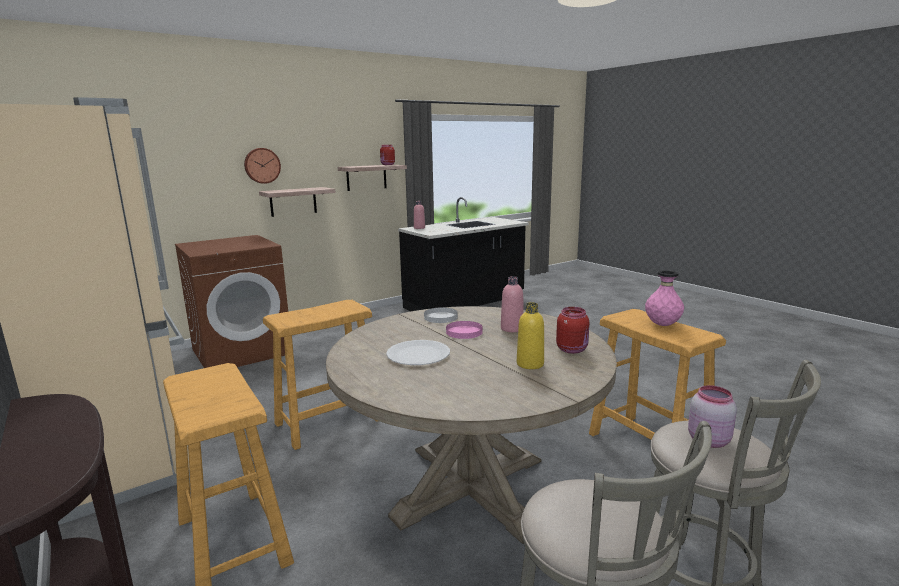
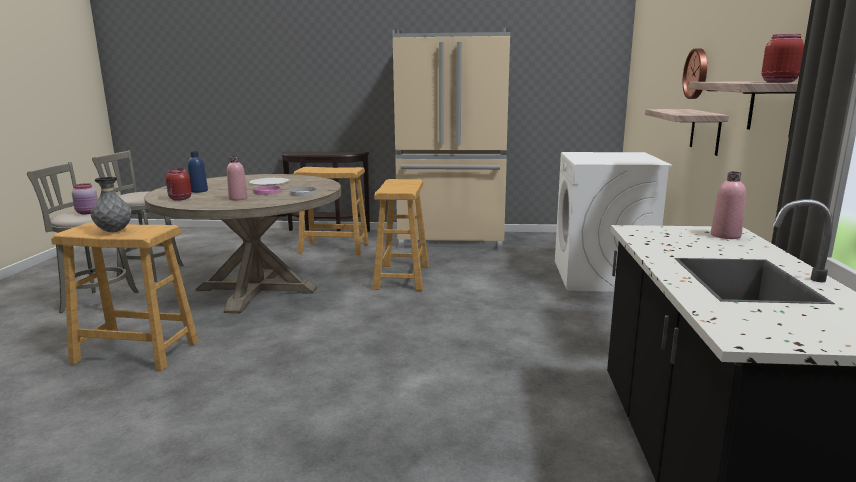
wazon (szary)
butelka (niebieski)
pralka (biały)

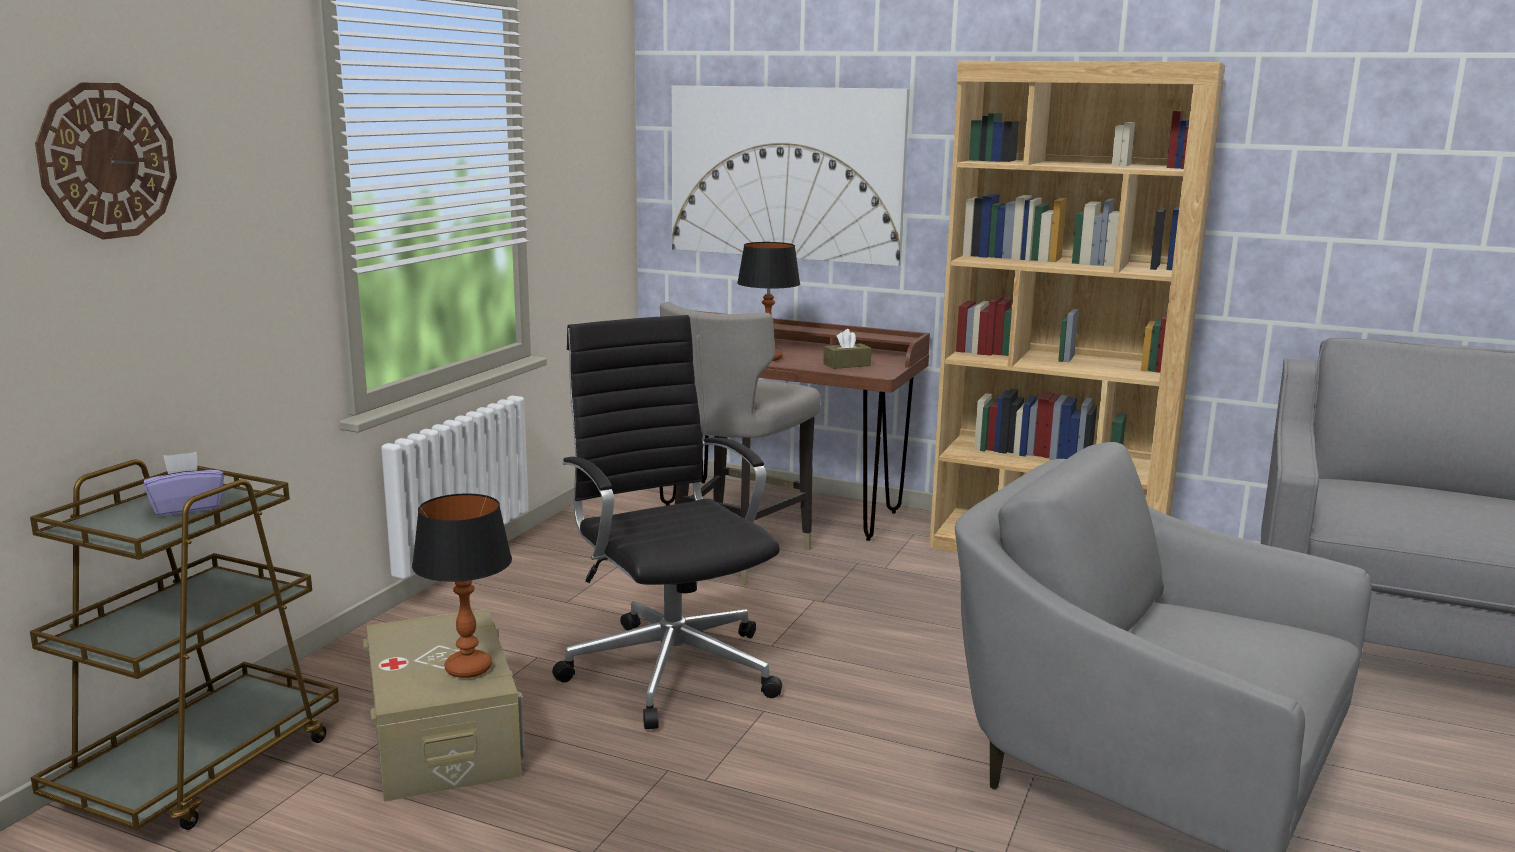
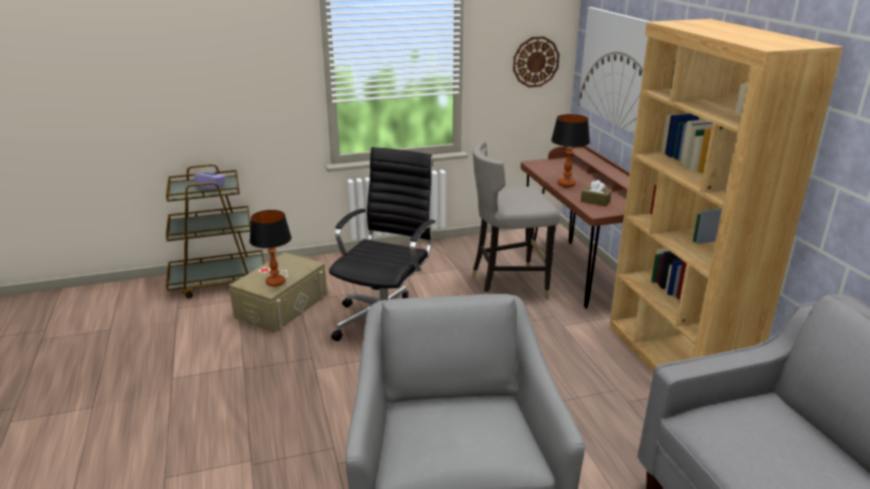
zegar ścienny

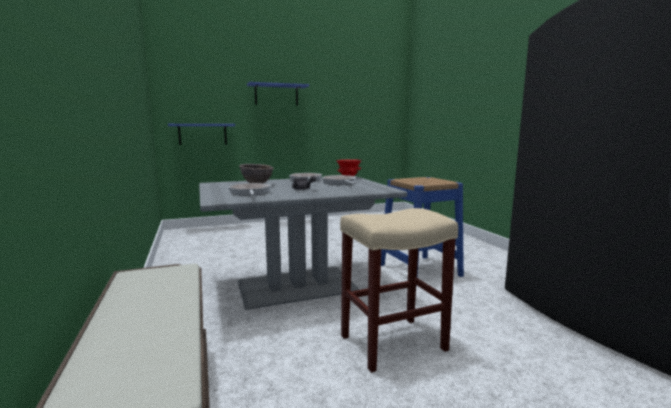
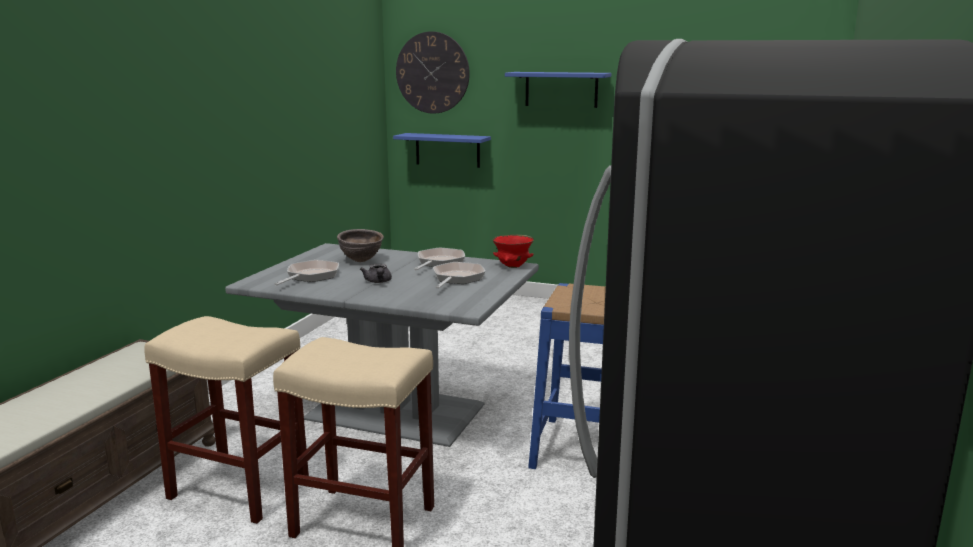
stołek (beżowy) (1st from left)
zegar ścienny

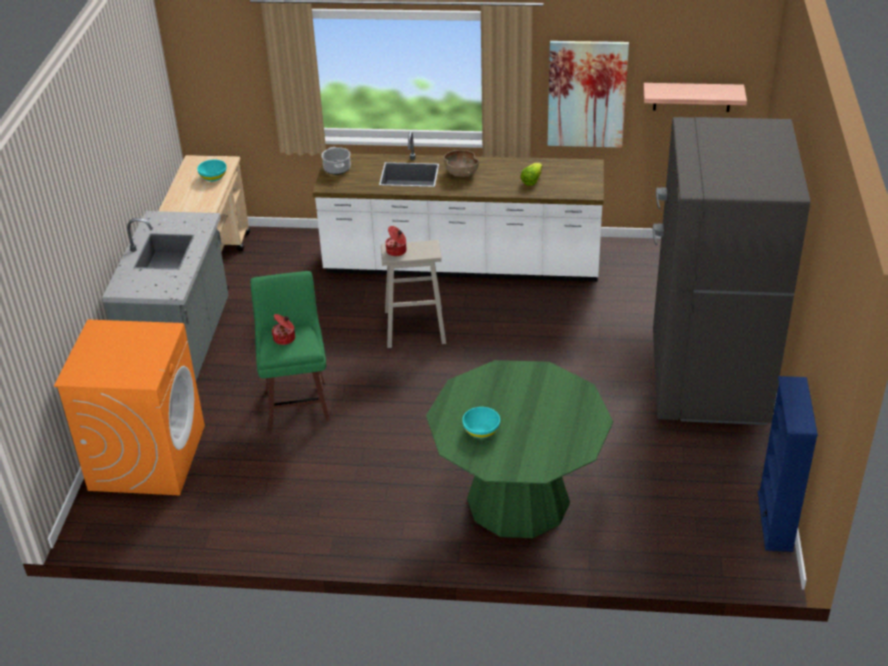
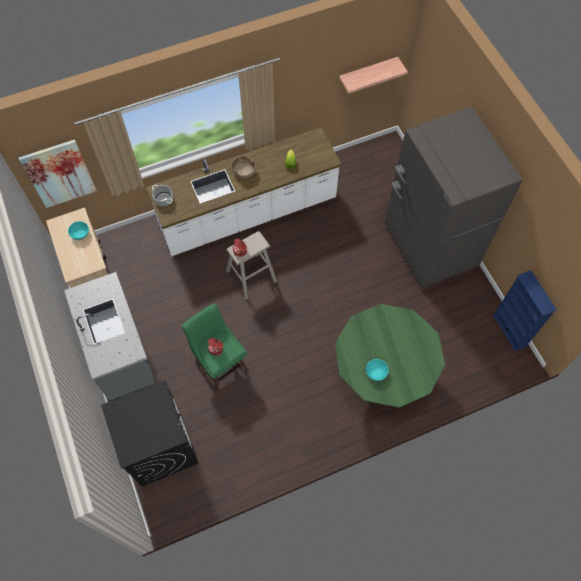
obraz
pralka (czarny)

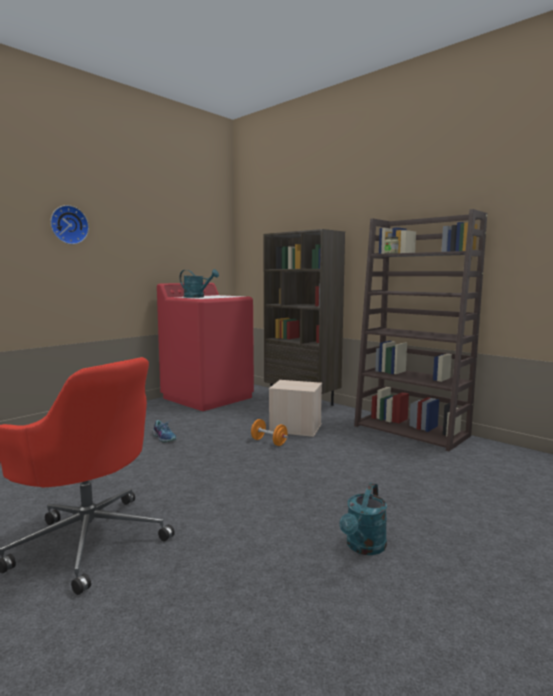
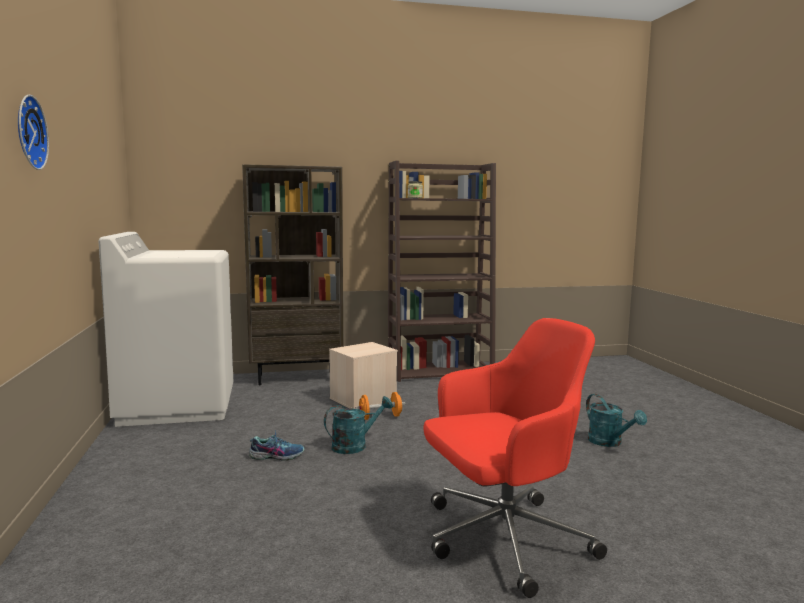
pralka (biały)
konewka (turkusowy) (1st from left)

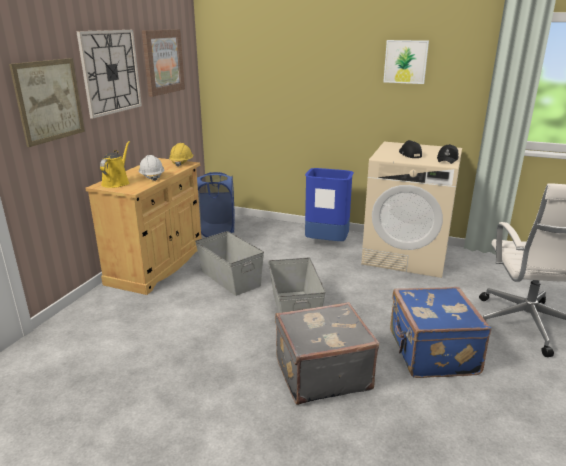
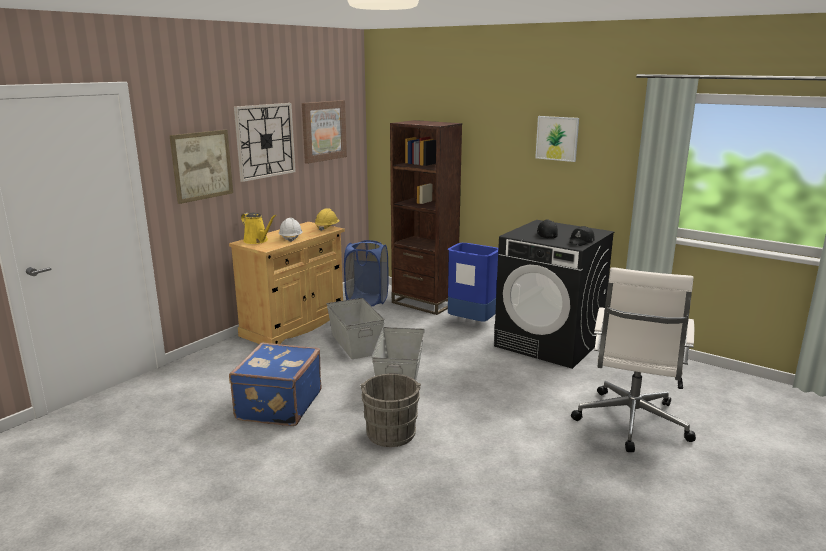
walizka (niebieski)
konewka (żółty)
wiadro (szary)
regał (brązowy)
pralka (czarny)

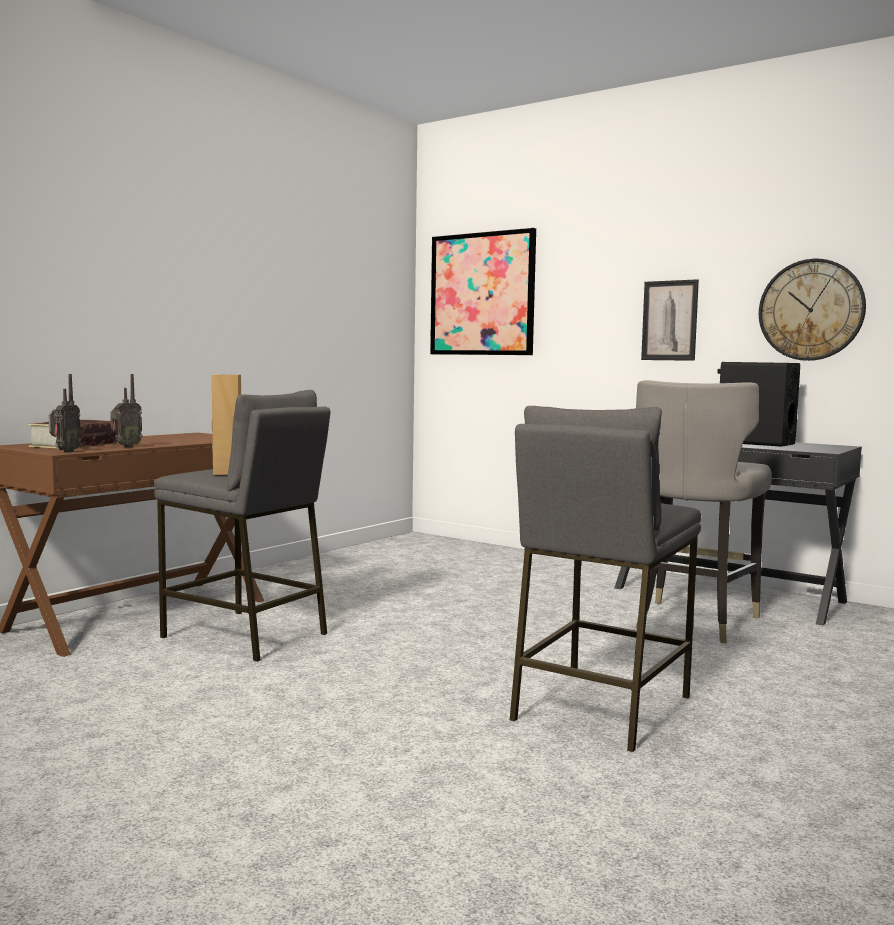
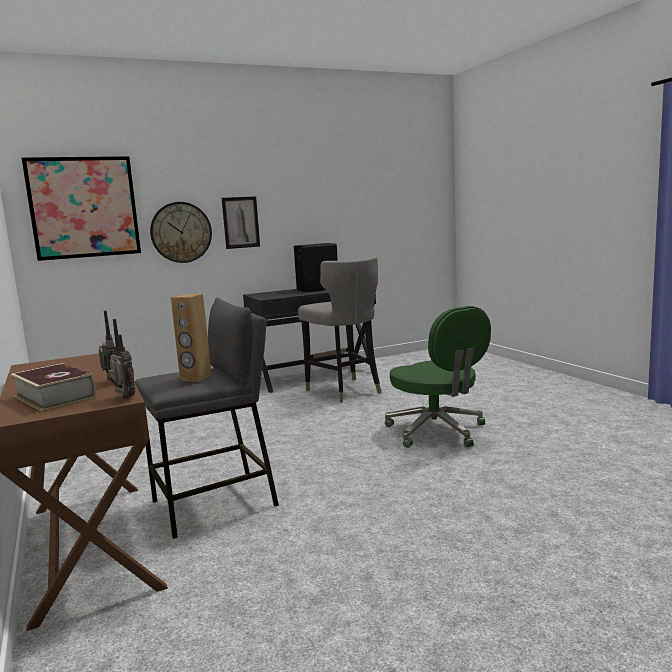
zegar ścienny
krzesło biurowe (zielony)

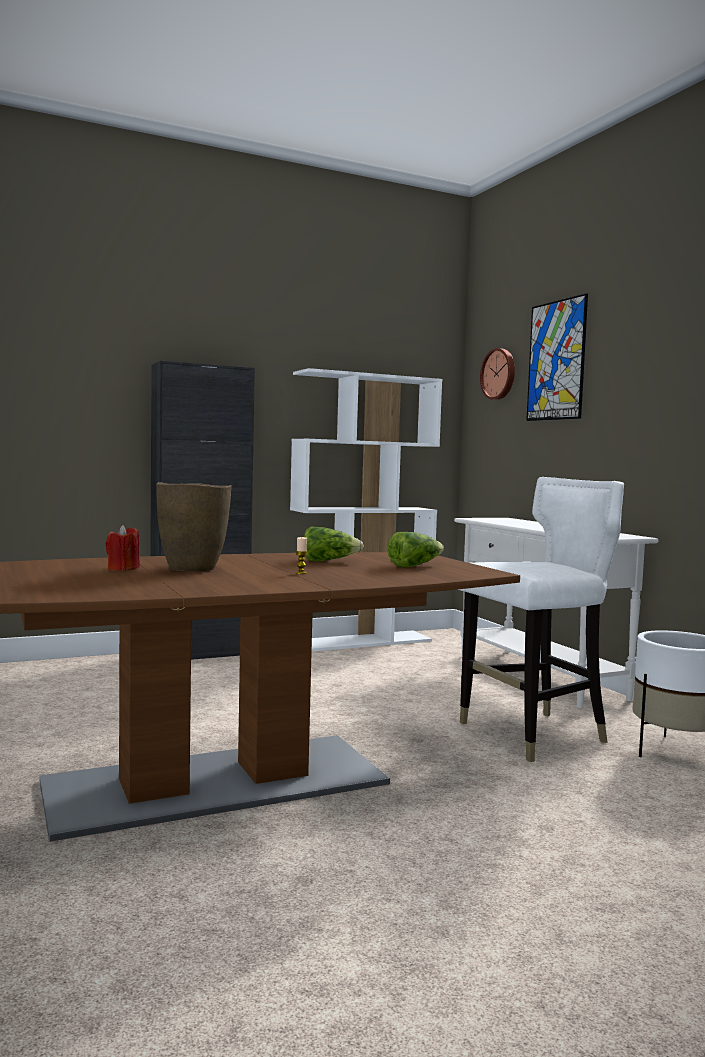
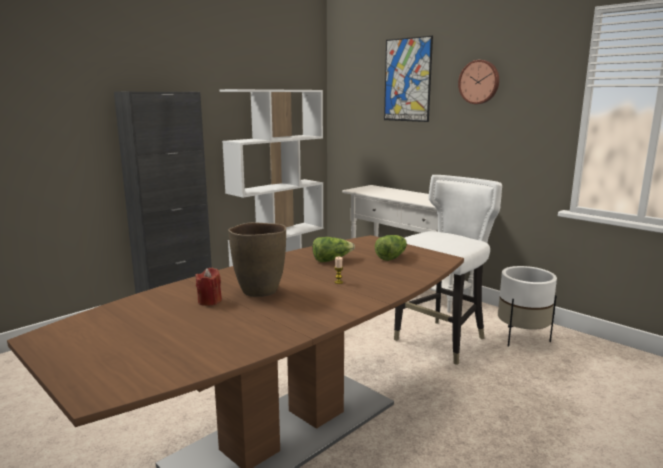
zegar ścienny

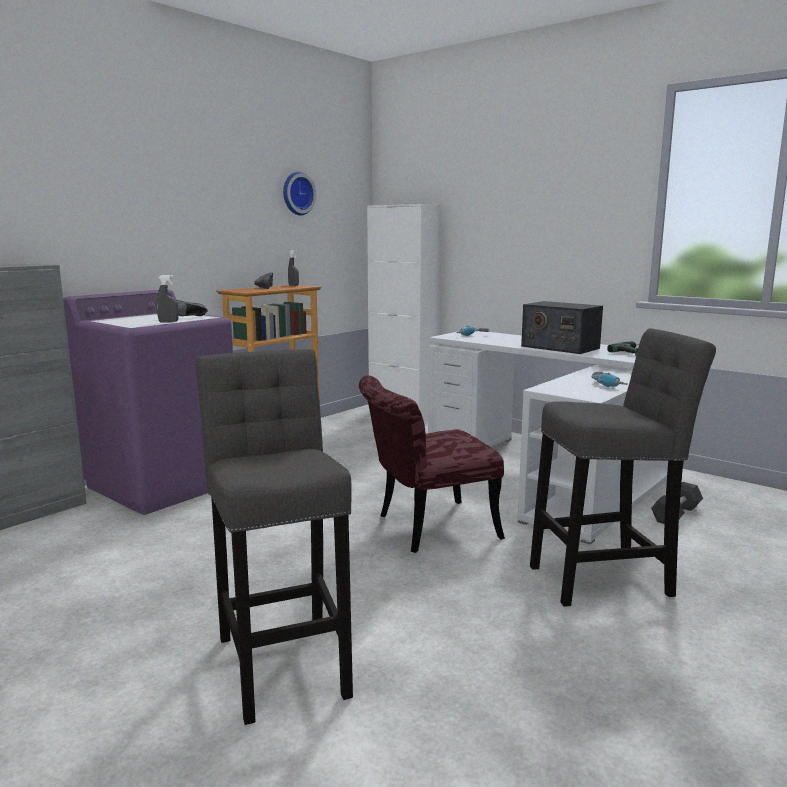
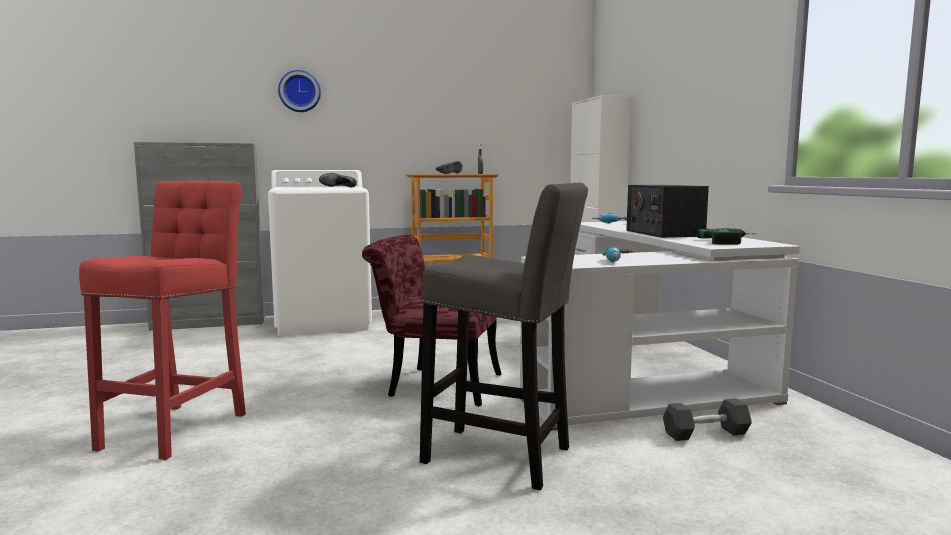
stołek (czerwony)
pralka (biały)
zegar ścienny
spryskiwacz (szary) (1st from left in the first image)

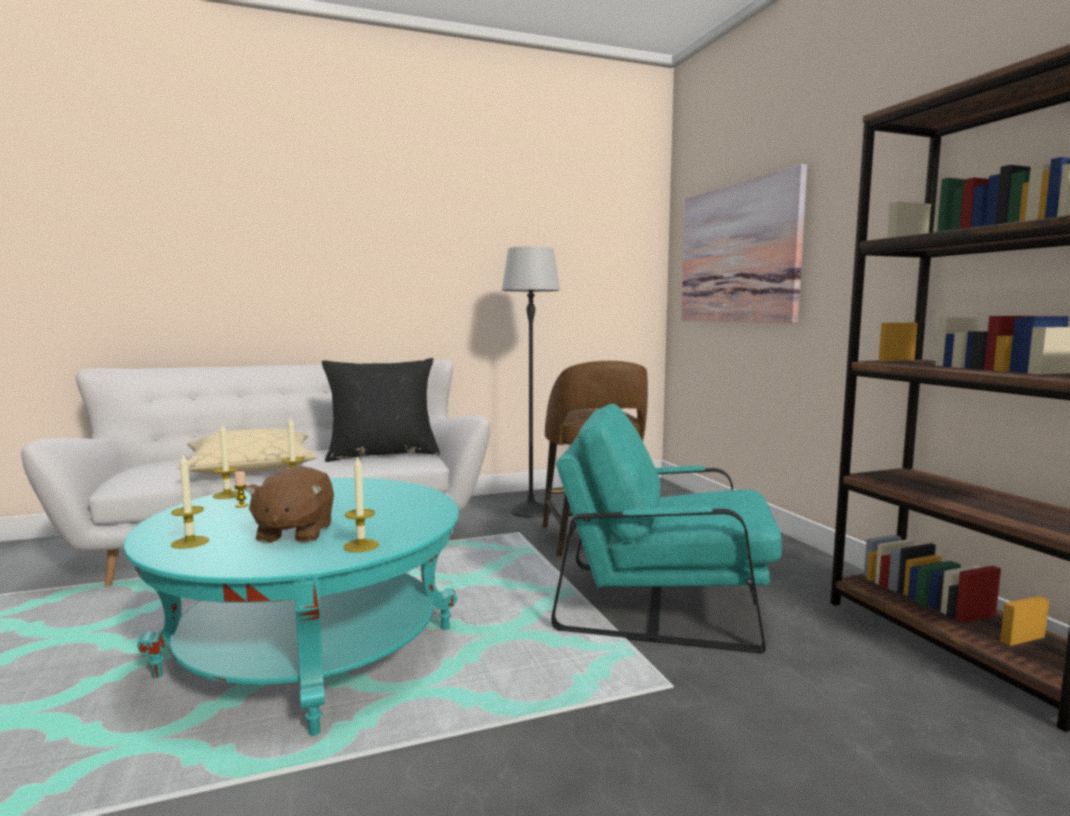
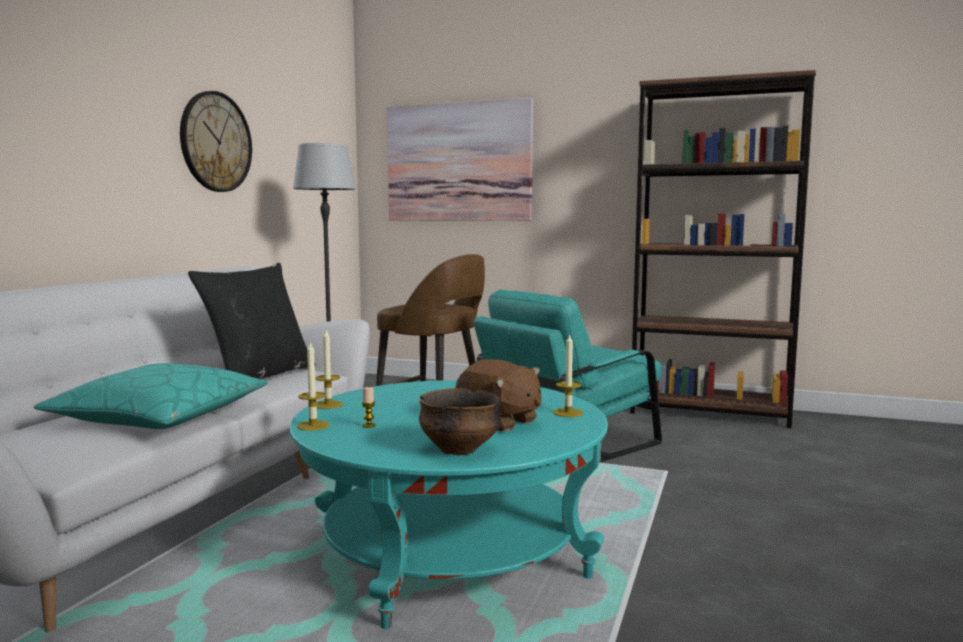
poduszka (turkusowy)
zegar ścienny
miska

